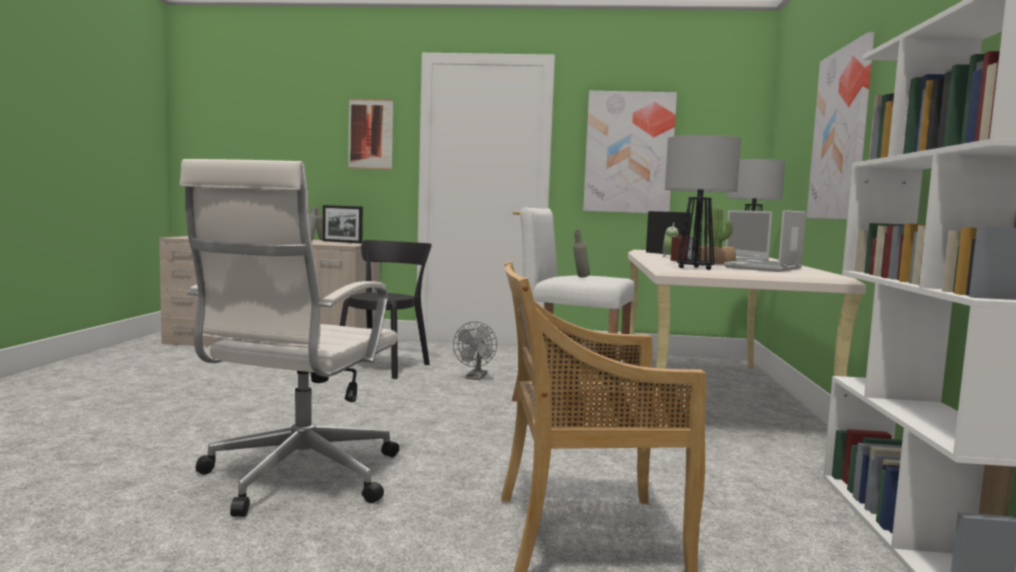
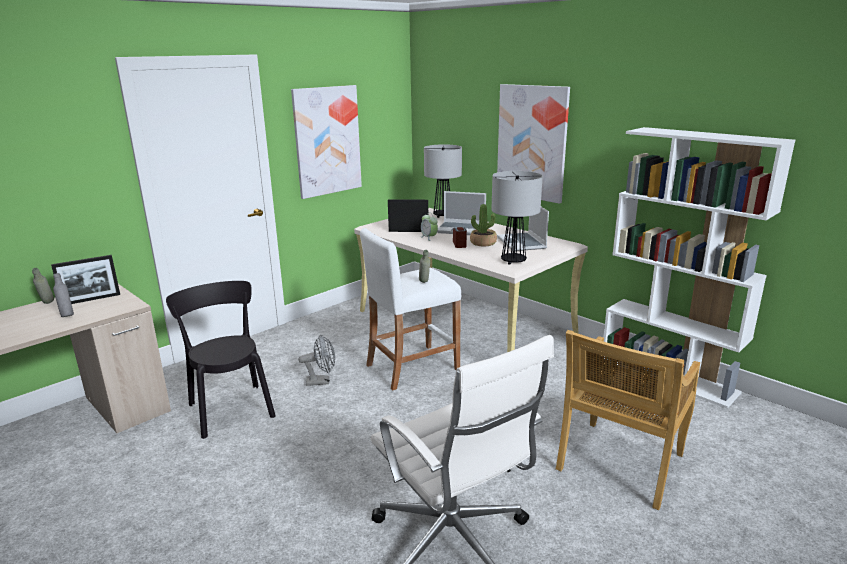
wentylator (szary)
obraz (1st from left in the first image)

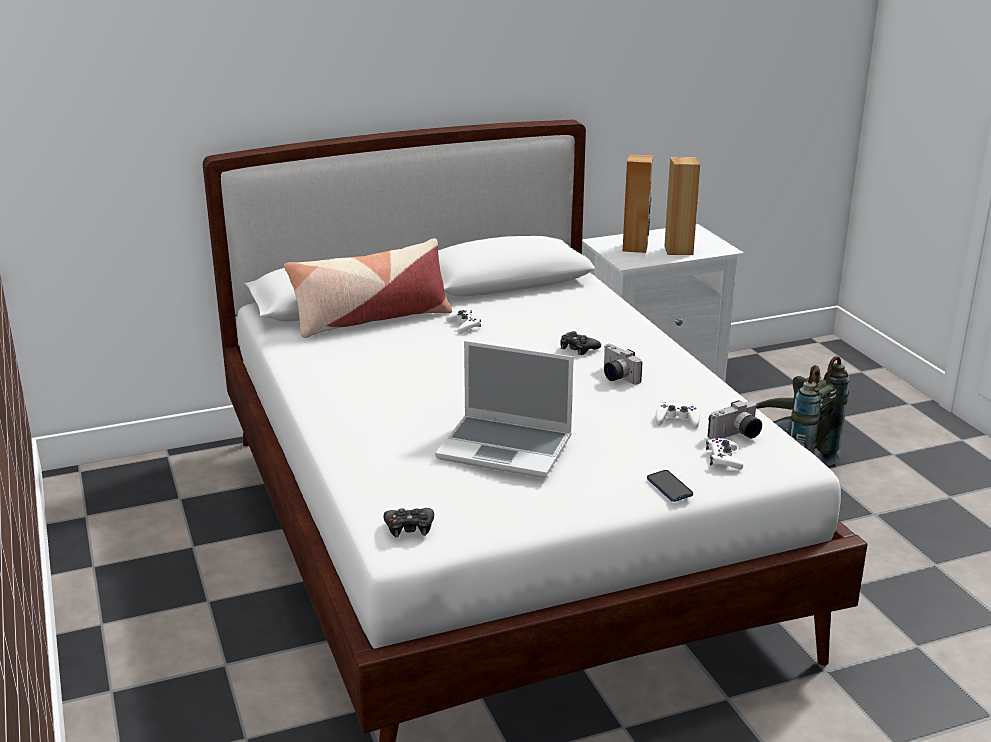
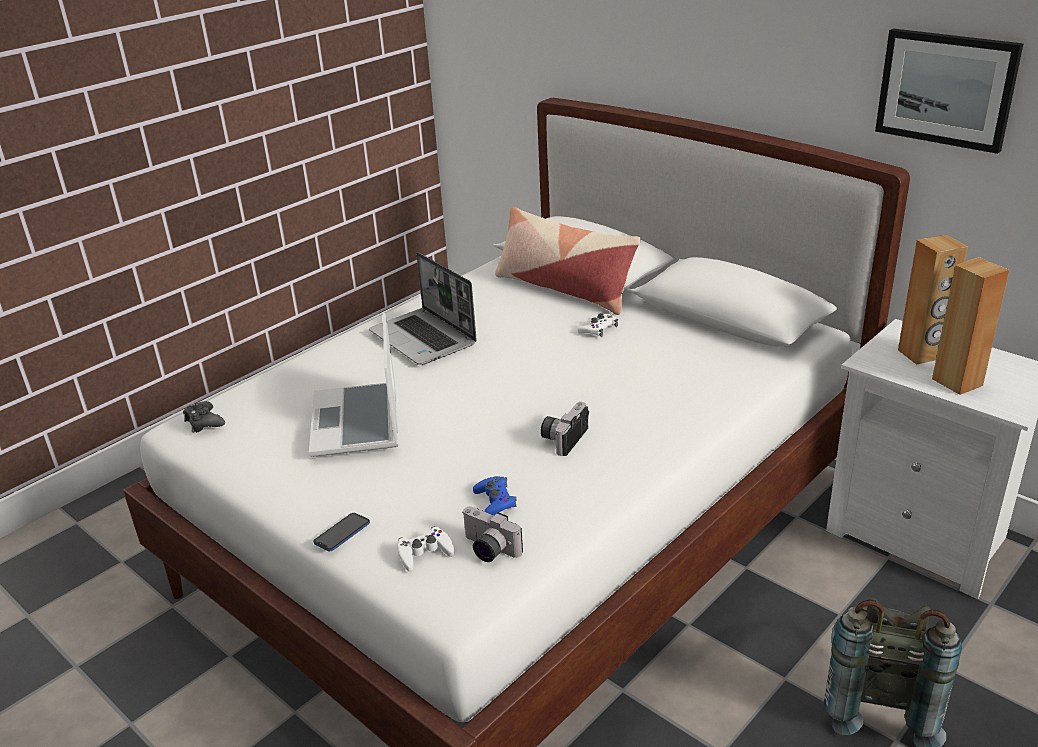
laptop (2nd from left)
pad do gier (niebieski)
obraz
pad do gier (czarny) (2nd from left in the first image)

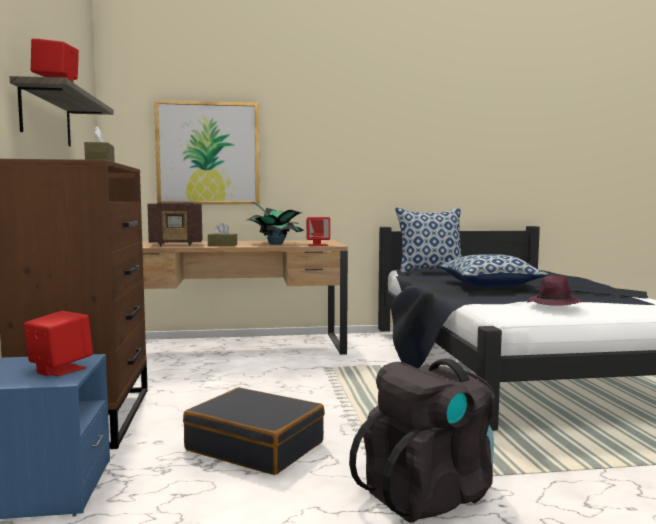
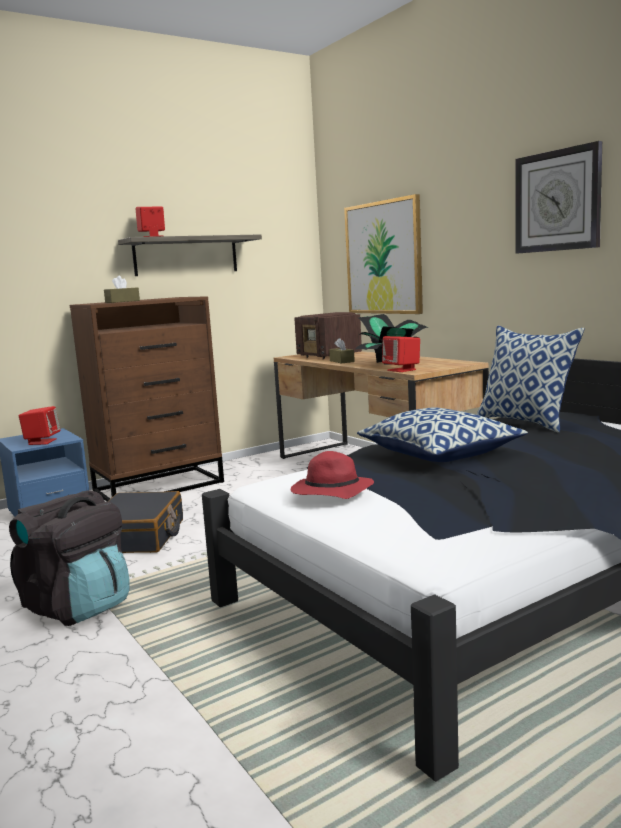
kapelusz (czerwony)
zegar ścienny

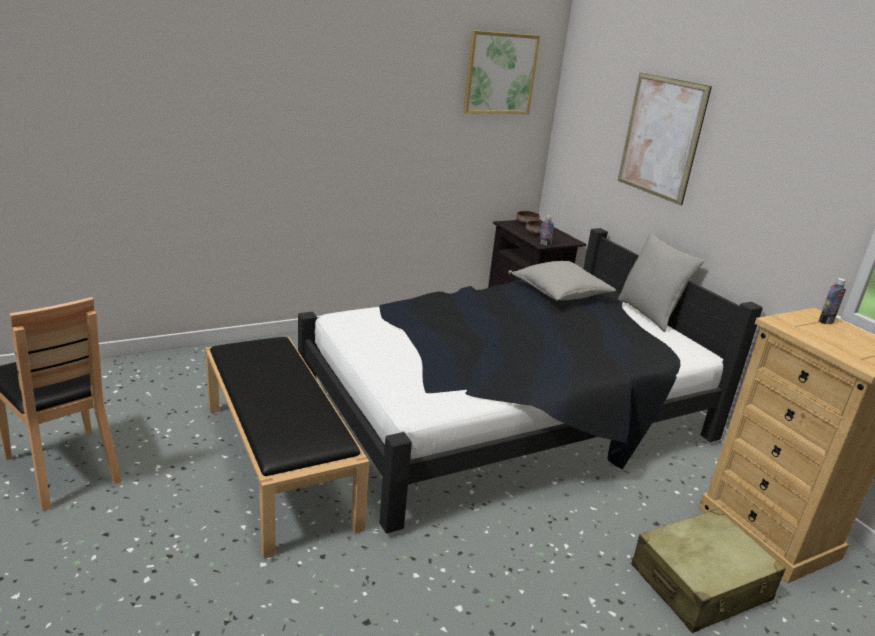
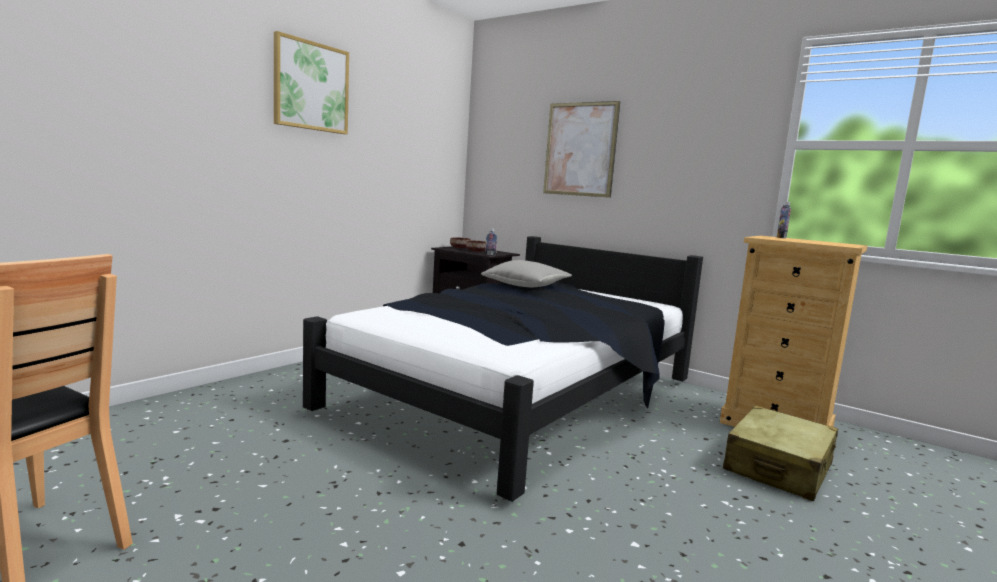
obraz (1st from left)
ławka (czarny)
poduszka (szary) (2nd from left in the first image)

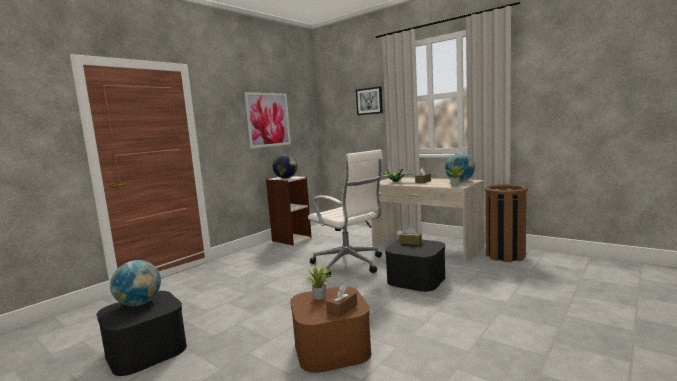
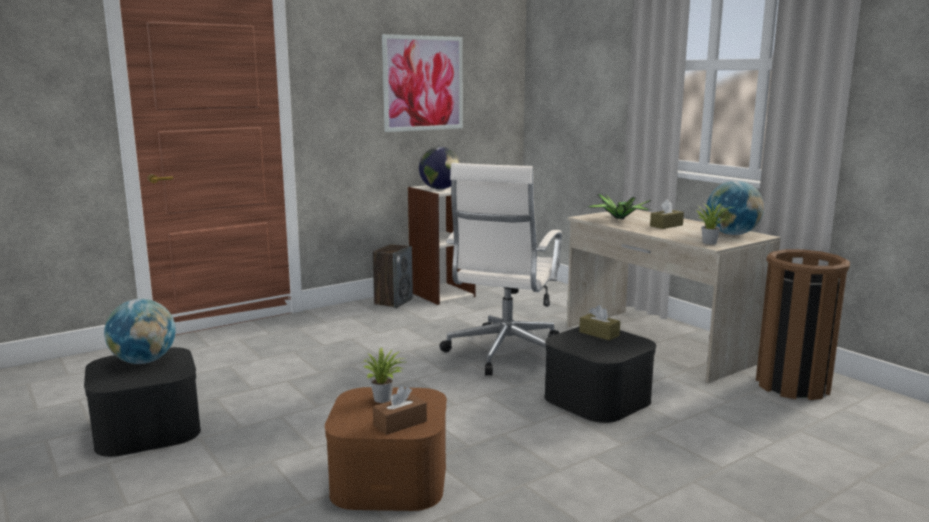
głośnik
krzesło biurowe (biały)
obraz (2nd from left in the first image)

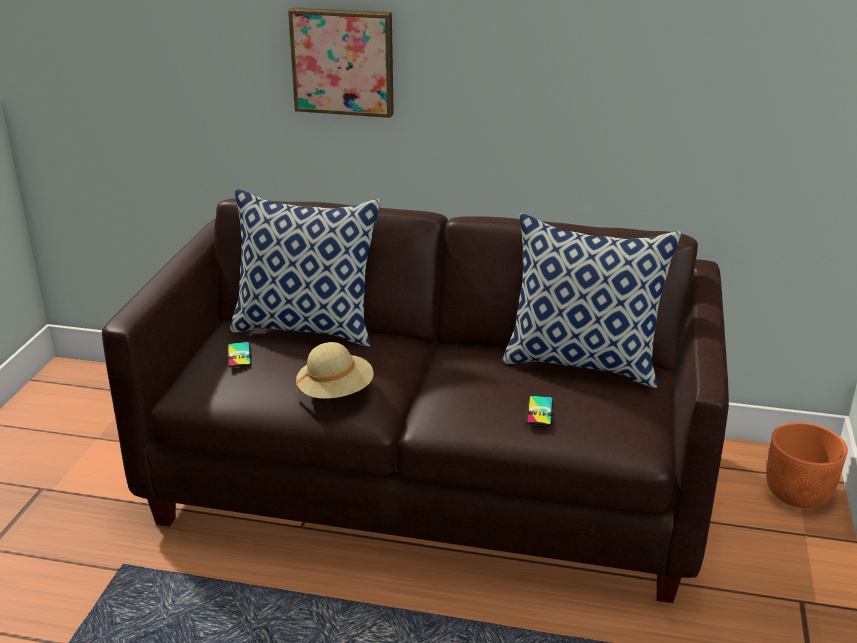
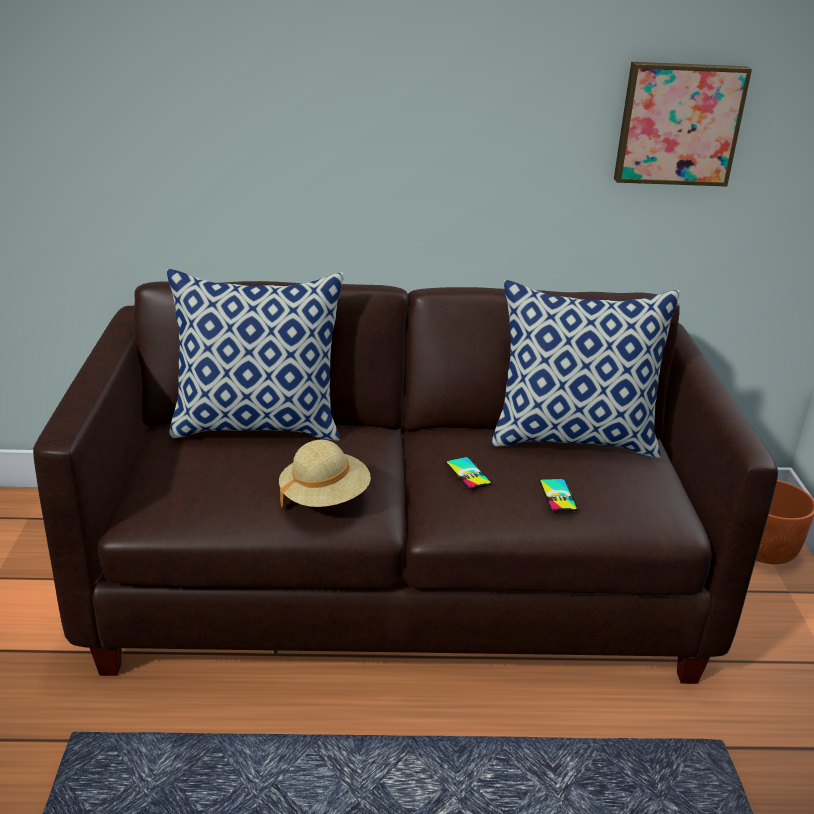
telefon (1st from left)
obraz

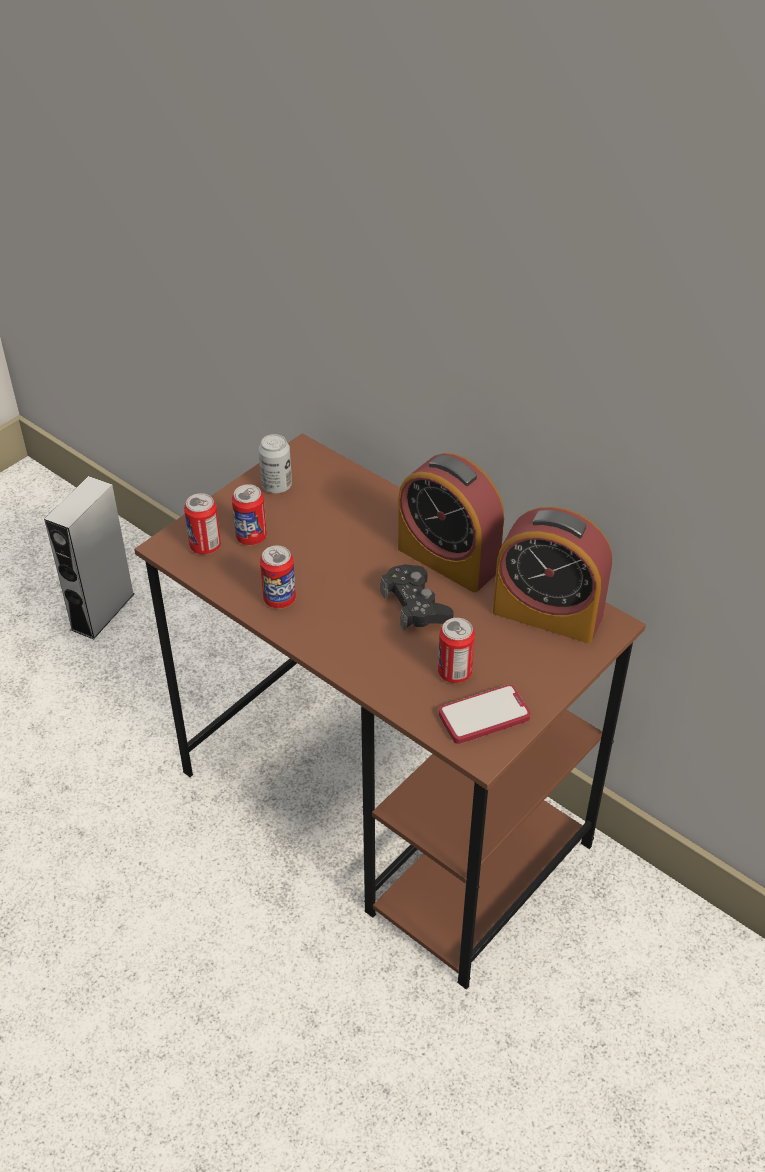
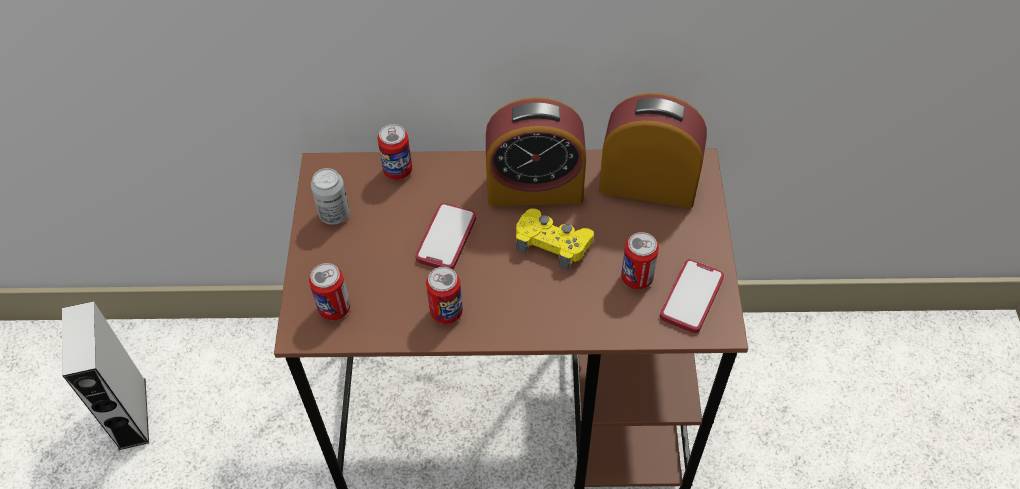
puszka (3rd from left)
telefon (1st from left)
pad do gier (żółty)
budzik (2nd from left)

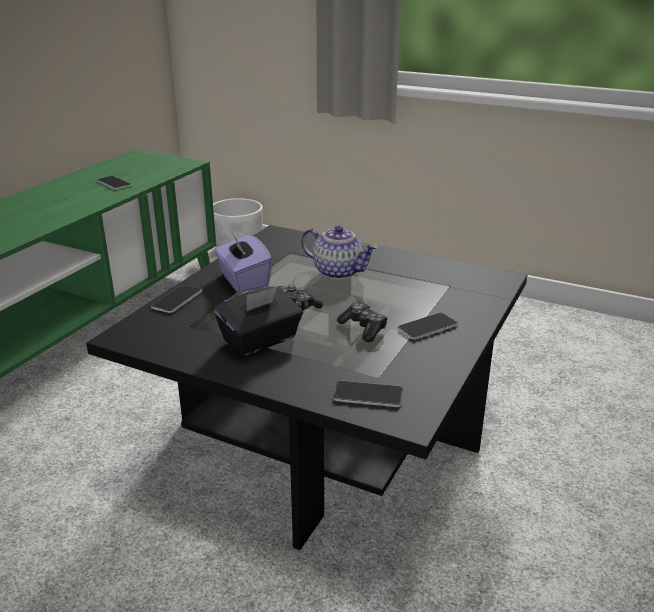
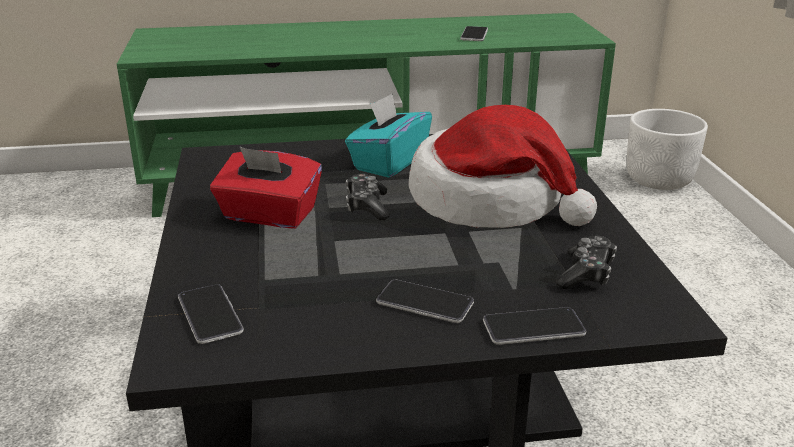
pudełko chusteczek (czerwony)
pudełko chusteczek (turkusowy)
kapelusz
telefon (4th from left)
pad do gier (2nd from left)

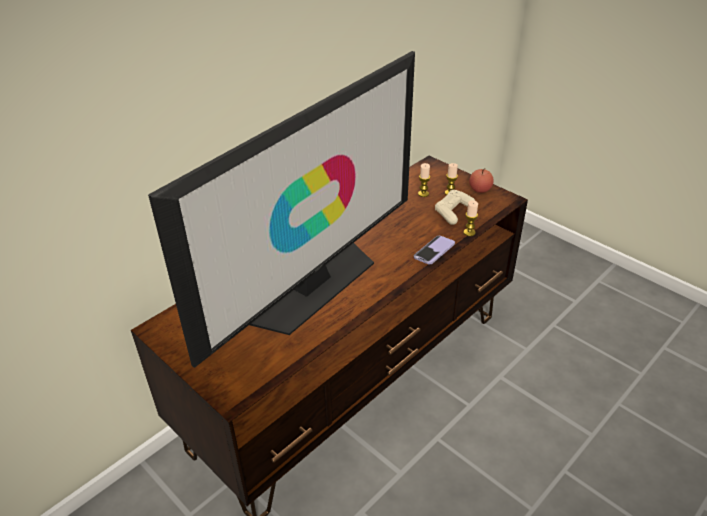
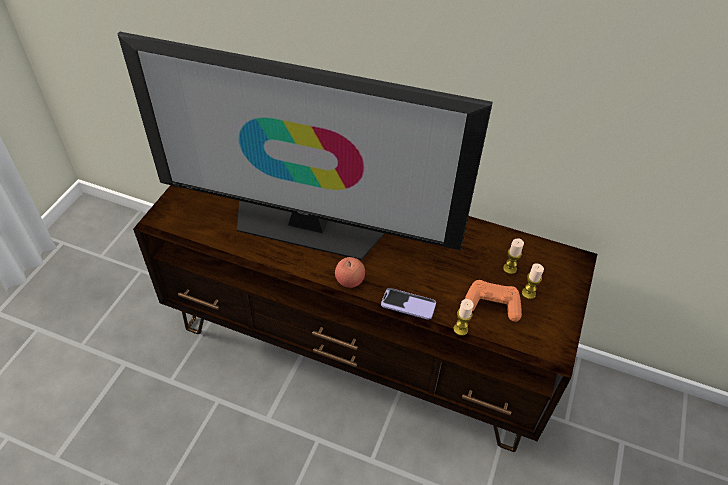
jabłko
pad do gier (pomarańczowy)

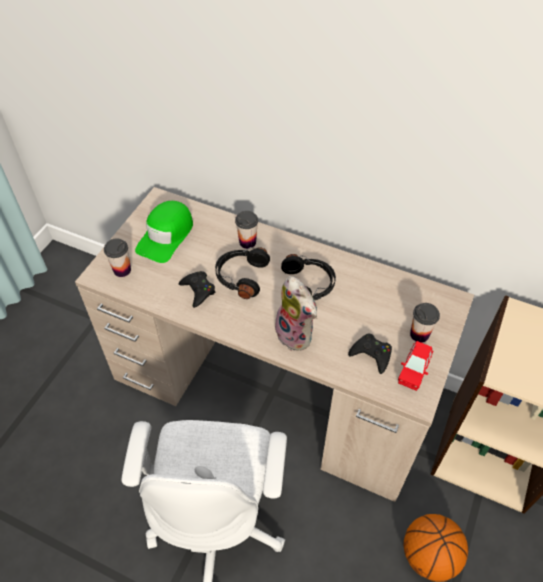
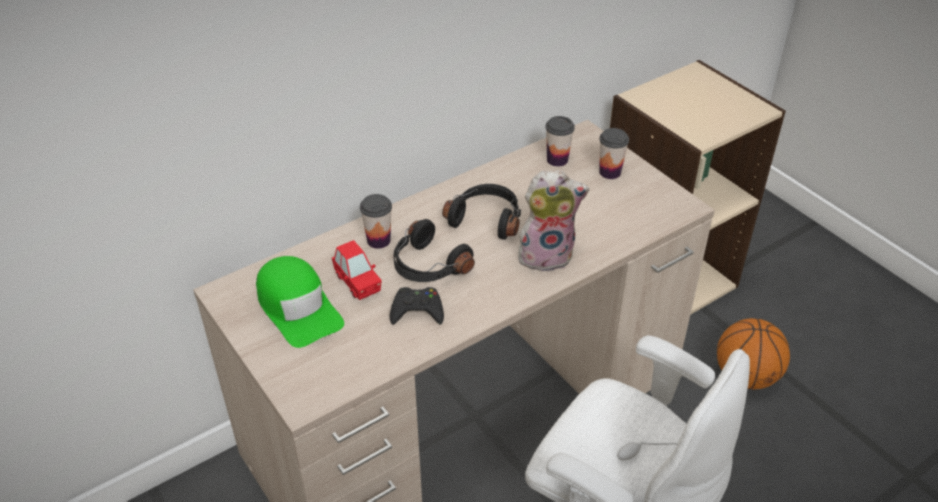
samochodzik (czerwony)
filiżanka (2nd from left)
pad do gier (czarny) (2nd from left in the first image)

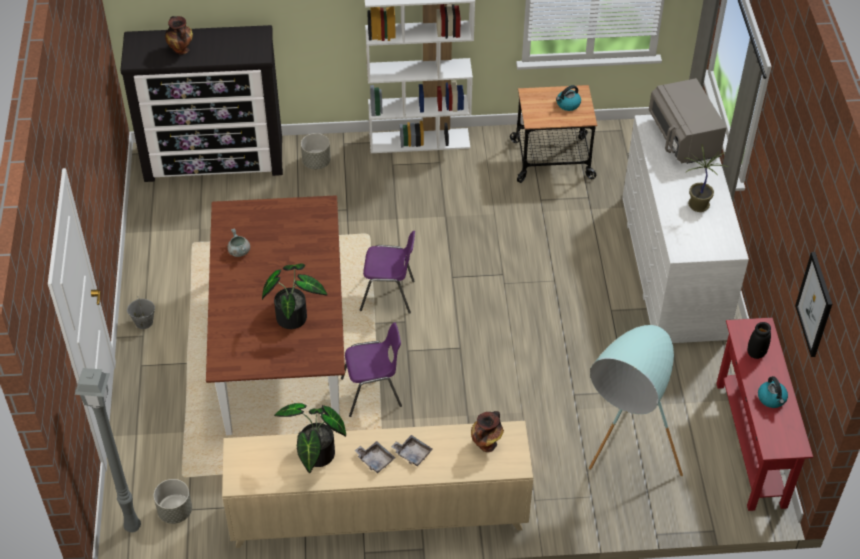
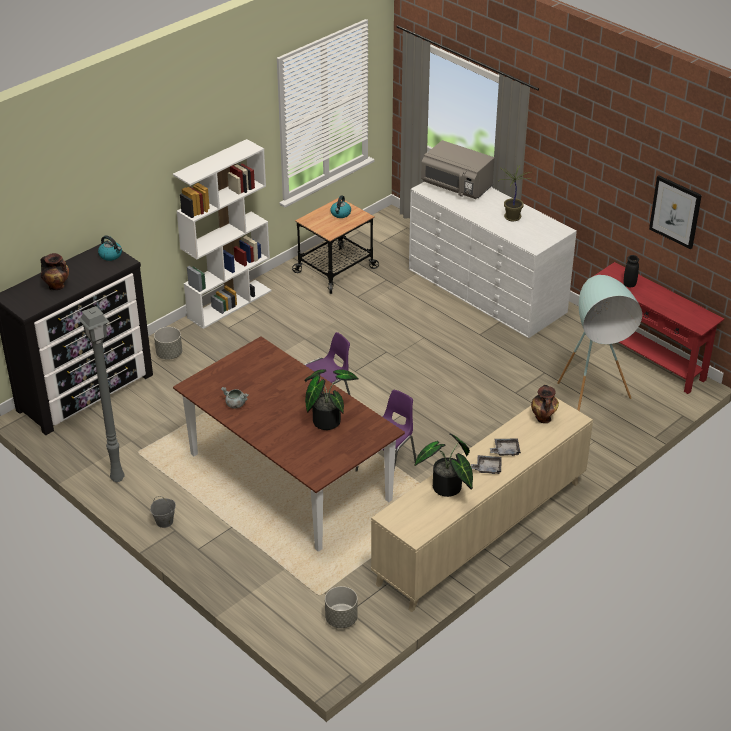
lampa stojąca (szary)
czajnik (1st from left)

